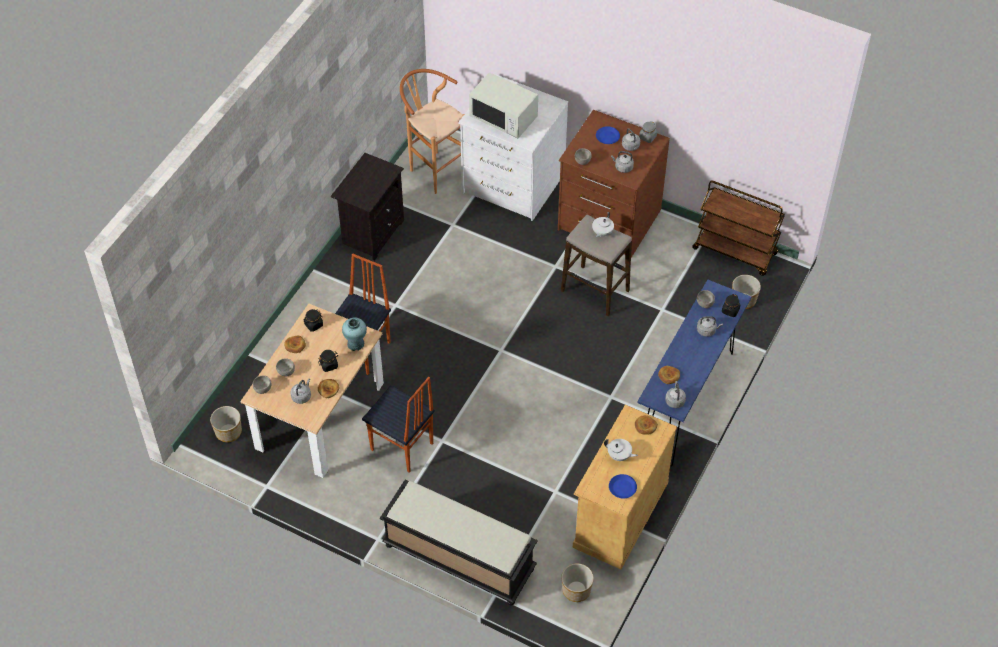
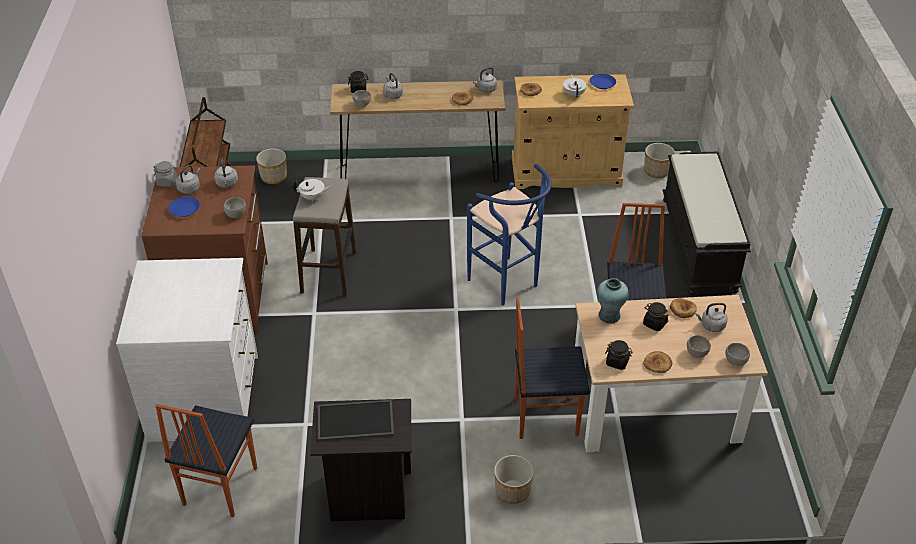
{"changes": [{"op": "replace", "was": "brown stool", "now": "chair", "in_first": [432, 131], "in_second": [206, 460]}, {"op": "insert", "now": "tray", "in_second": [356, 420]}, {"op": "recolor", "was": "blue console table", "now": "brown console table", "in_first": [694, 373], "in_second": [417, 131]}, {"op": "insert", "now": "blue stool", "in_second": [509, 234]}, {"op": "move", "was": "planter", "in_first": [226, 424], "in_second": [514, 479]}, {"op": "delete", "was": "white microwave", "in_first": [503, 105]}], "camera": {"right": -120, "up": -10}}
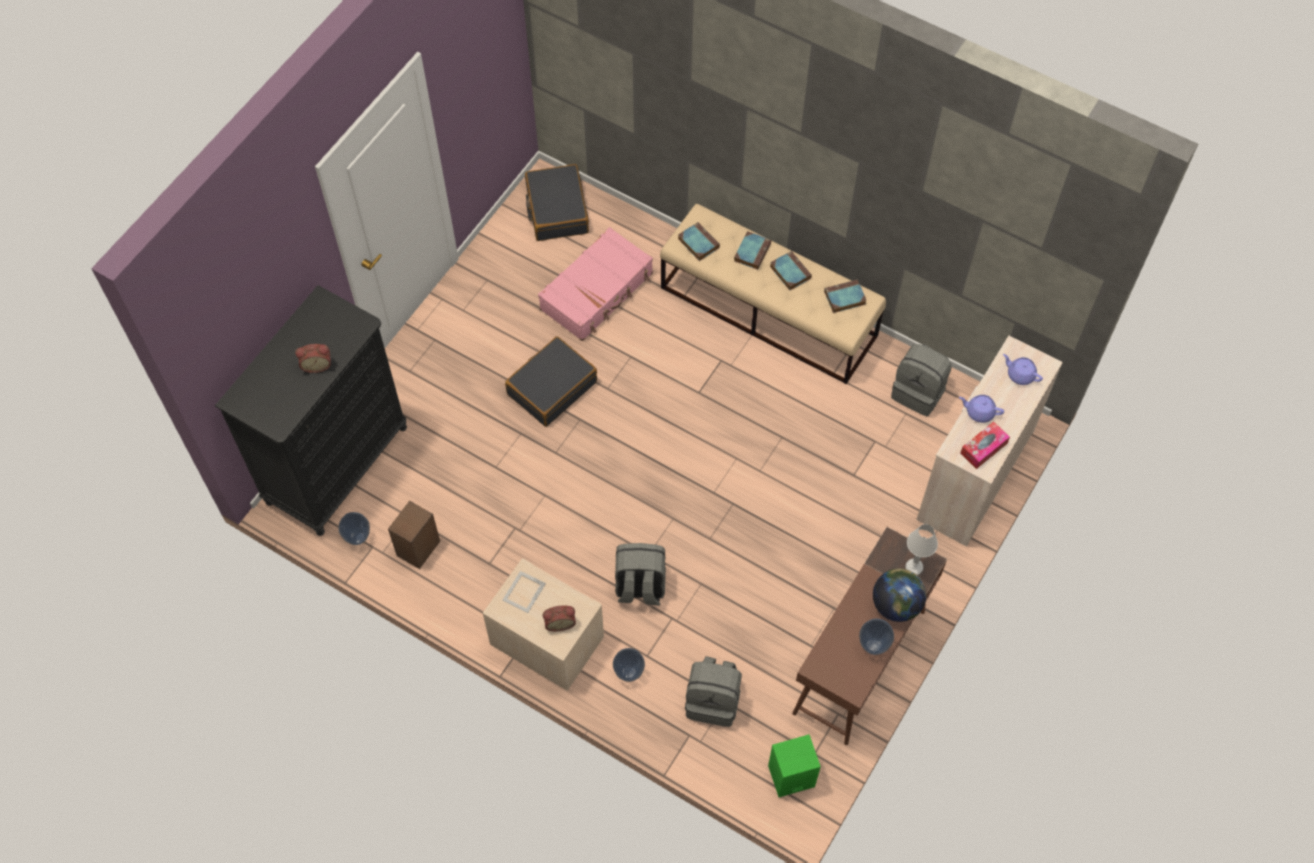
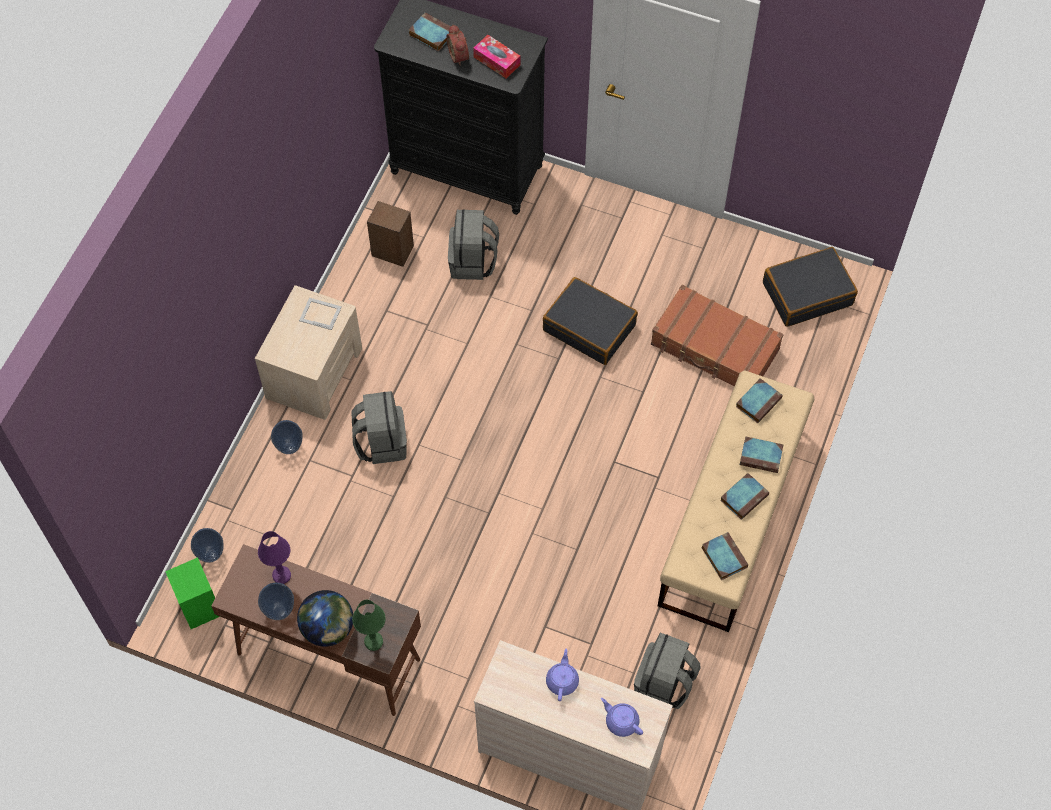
{"changes": [{"op": "move", "was": "vase", "in_first": [354, 528], "in_second": [207, 545]}, {"op": "insert", "now": "purple table lamp", "in_second": [274, 557]}, {"op": "recolor", "was": "white table lamp", "now": "green table lamp", "in_first": [921, 549], "in_second": [369, 625]}, {"op": "insert", "now": "book", "in_second": [430, 32]}, {"op": "move", "was": "grey backpack", "in_first": [713, 691], "in_second": [473, 244]}, {"op": "move", "was": "tissue box", "in_first": [985, 445], "in_second": [496, 56]}, {"op": "rotate", "was": "purple teapot", "in_first": [1023, 369], "in_second": [622, 717], "clockwise": -75}, {"op": "recolor", "was": "pink suitcase", "now": "brown suitcase", "in_first": [595, 284], "in_second": [717, 335]}, {"op": "delete", "was": "alarm clock", "in_first": [559, 618]}], "camera": {"right": 80, "up": 0}}
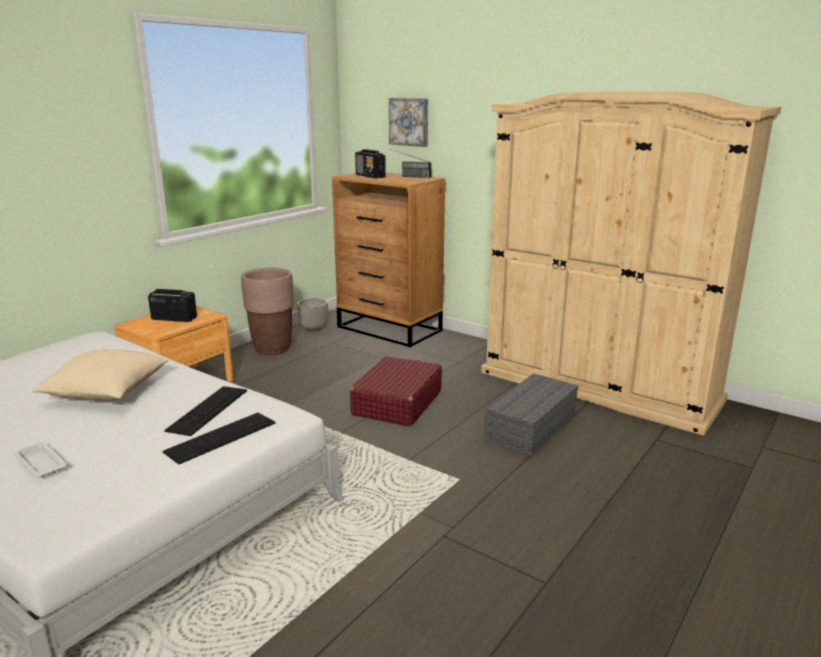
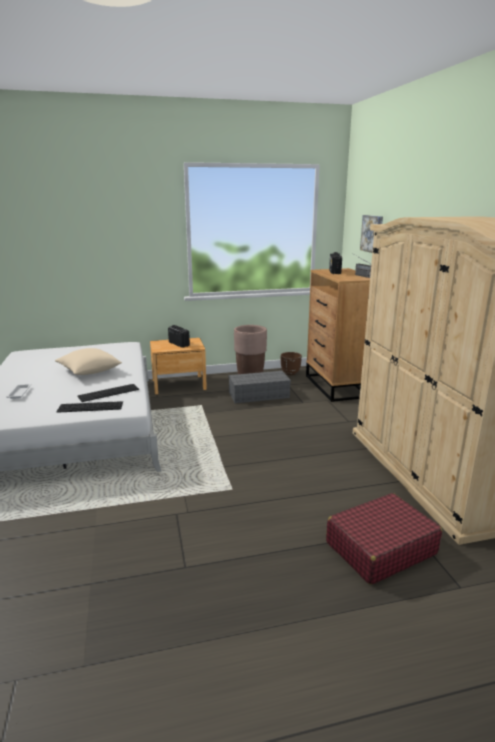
{"changes": [{"op": "move", "was": "grey storage box", "in_first": [532, 415], "in_second": [259, 387]}, {"op": "recolor", "was": "grey planter", "now": "brown planter", "in_first": [312, 314], "in_second": [291, 363]}, {"op": "move", "was": "red suitcase", "in_first": [396, 391], "in_second": [384, 539]}], "camera": {"right": 40, "up": 0}}
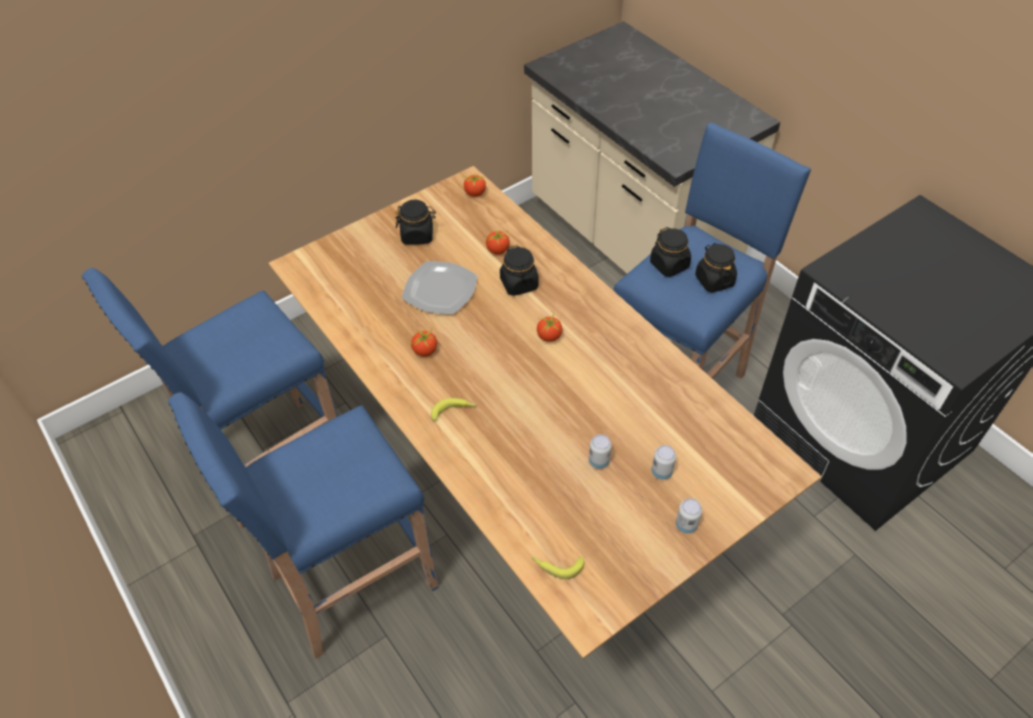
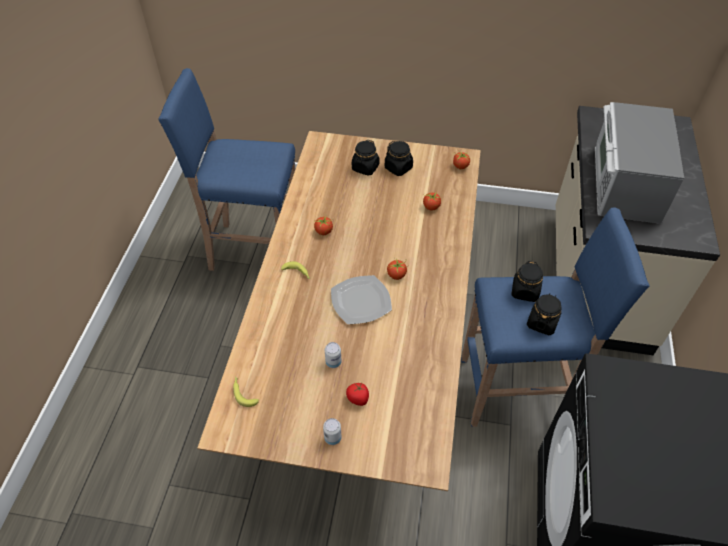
{"changes": [{"op": "move", "was": "plate", "in_first": [440, 287], "in_second": [361, 299]}, {"op": "replace", "was": "can", "now": "tomato", "in_first": [664, 462], "in_second": [357, 394]}, {"op": "move", "was": "black jar", "in_first": [519, 270], "in_second": [365, 158]}, {"op": "insert", "now": "microwave", "in_second": [639, 163]}, {"op": "delete", "was": "blue stool", "in_first": [303, 525]}], "camera": {"right": 45, "up": 0}}
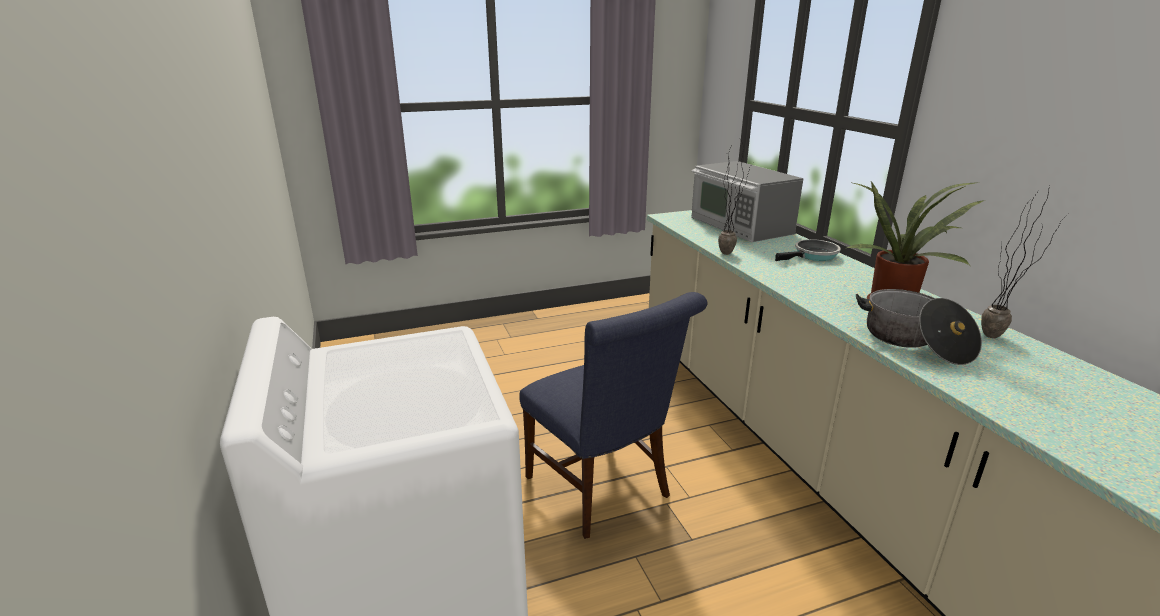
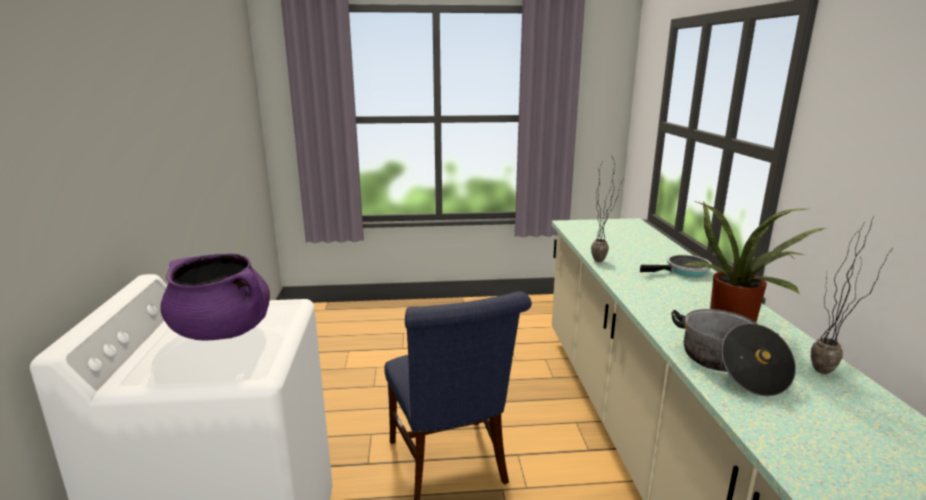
{"changes": [{"op": "insert", "now": "purple cooking pot", "in_second": [215, 297]}, {"op": "delete", "was": "microwave", "in_first": [747, 201]}], "camera": {"right": 15, "up": -5}}
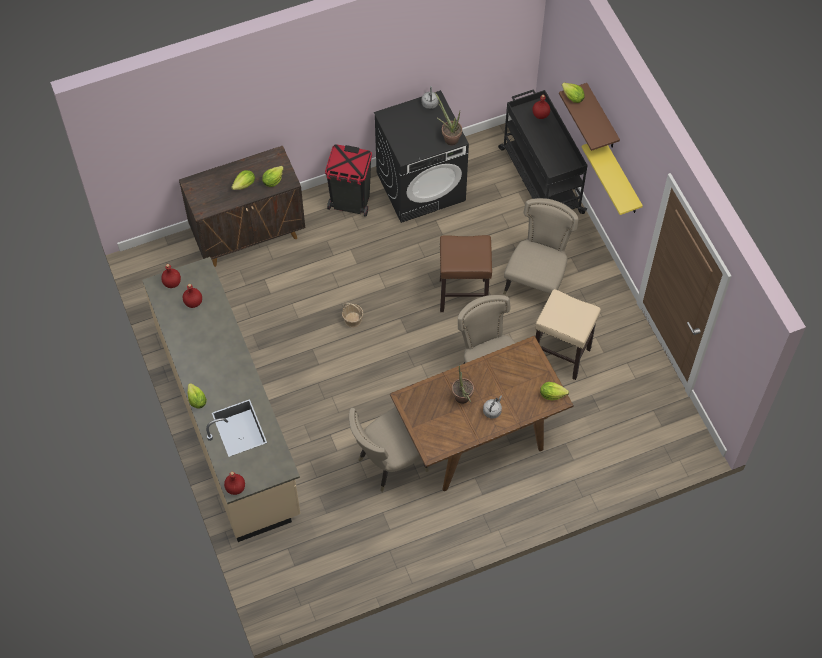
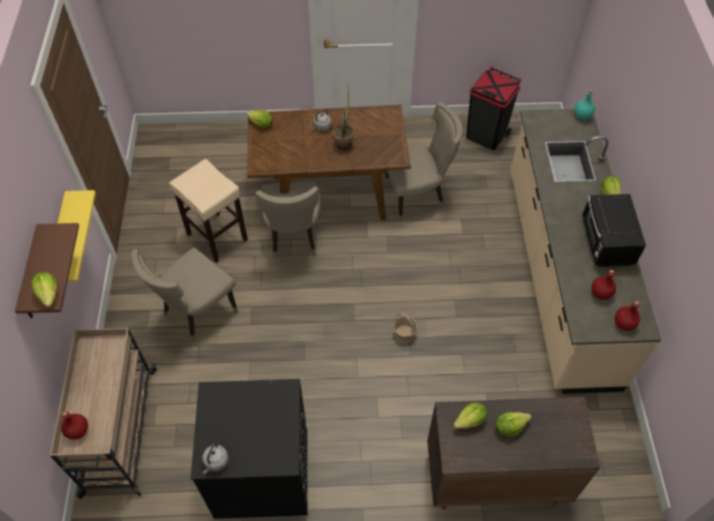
{"changes": [{"op": "recolor", "was": "black cart", "now": "beige cart", "in_first": [543, 151], "in_second": [103, 413]}, {"op": "move", "was": "black trash can", "in_first": [348, 180], "in_second": [493, 108]}, {"op": "recolor", "was": "red bottle", "now": "turquoise bottle", "in_first": [234, 483], "in_second": [584, 105]}, {"op": "insert", "now": "black microwave", "in_second": [614, 230]}, {"op": "delete", "was": "potted plant", "in_first": [448, 119]}, {"op": "delete", "was": "brown stool", "in_first": [466, 273]}], "camera": {"right": -160, "up": -5}}
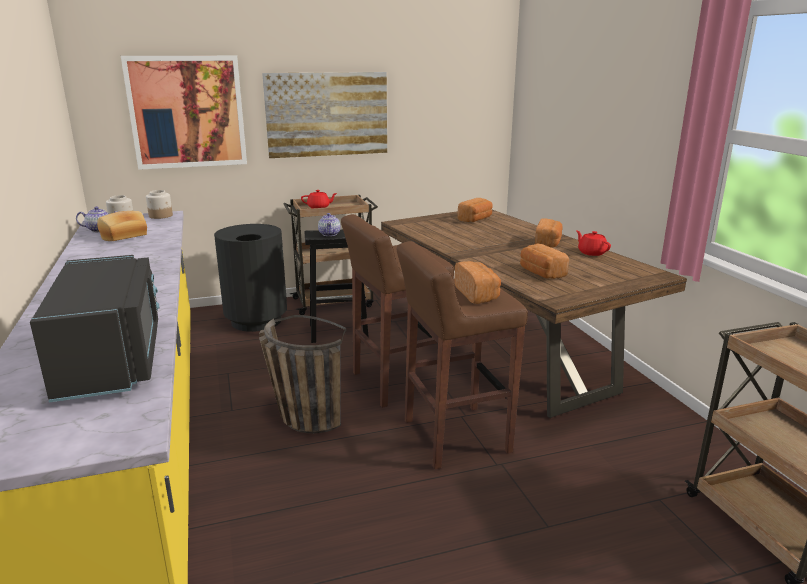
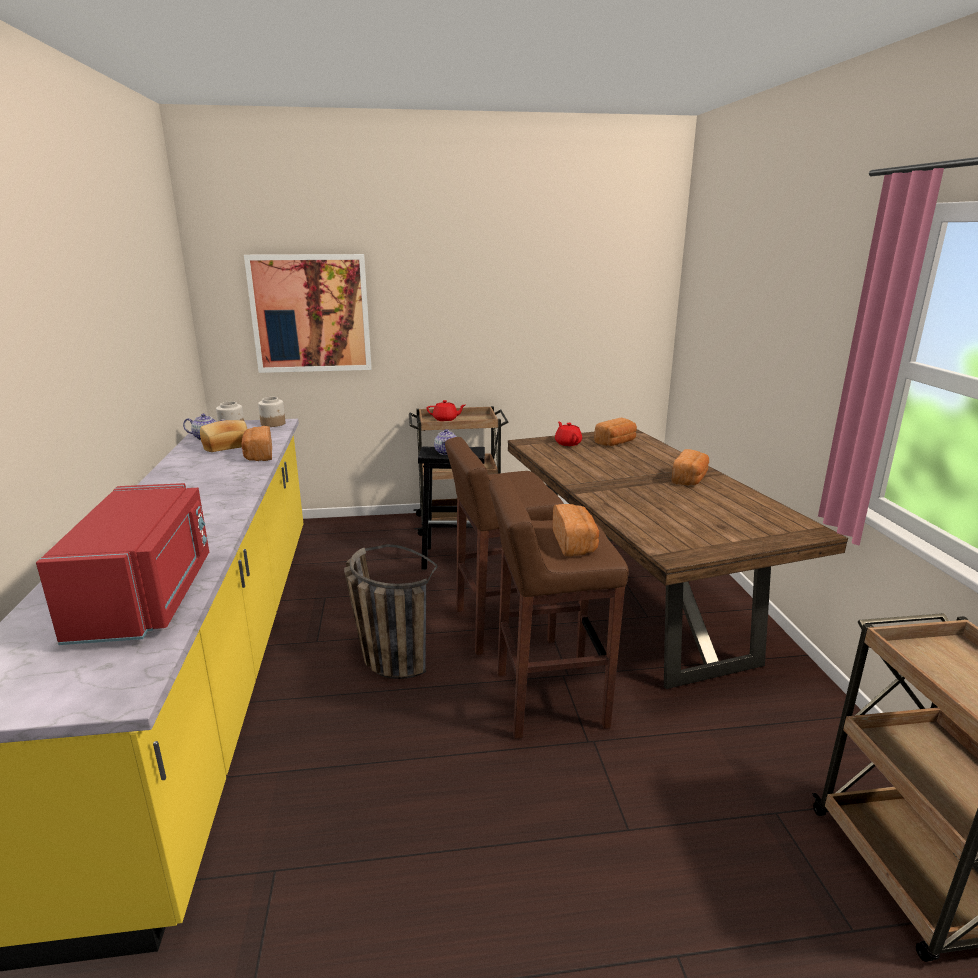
{"changes": [{"op": "recolor", "was": "black microwave", "now": "red microwave", "in_first": [94, 328], "in_second": [122, 564]}, {"op": "move", "was": "bread", "in_first": [544, 261], "in_second": [257, 443]}, {"op": "move", "was": "red teapot", "in_first": [593, 243], "in_second": [568, 434]}, {"op": "delete", "was": "black trash can", "in_first": [250, 278]}, {"op": "delete", "was": "picture", "in_first": [324, 115]}], "camera": {"right": 10, "up": 0}}
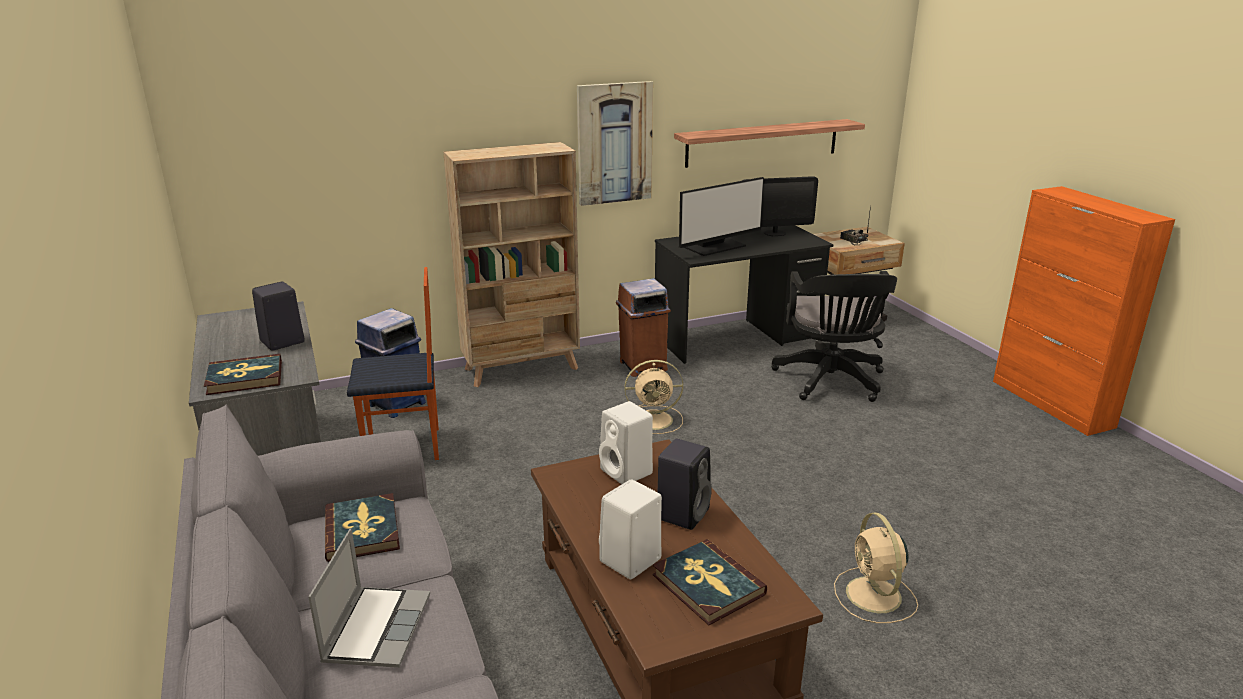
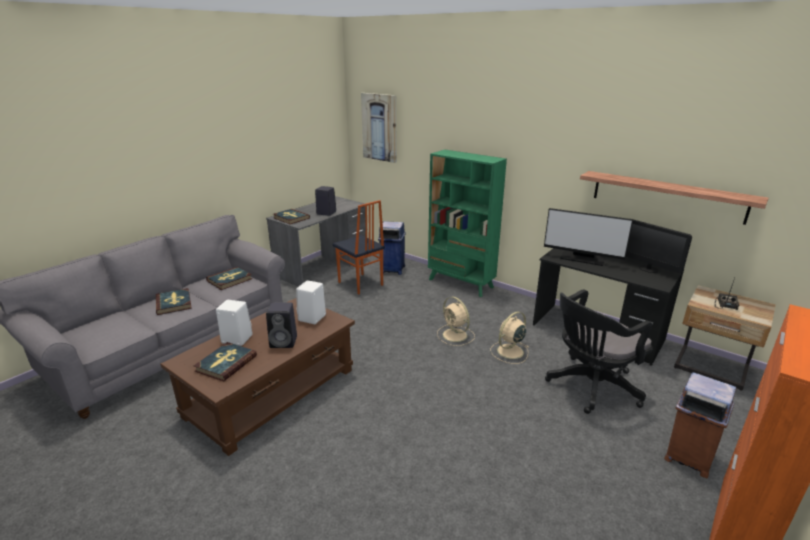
{"changes": [{"op": "replace", "was": "laptop", "now": "book", "in_first": [369, 598], "in_second": [174, 301]}, {"op": "move", "was": "picture", "in_first": [615, 143], "in_second": [379, 128]}, {"op": "recolor", "was": "beige bookcase", "now": "green bookcase", "in_first": [511, 264], "in_second": [467, 223]}, {"op": "move", "was": "beige fan", "in_first": [876, 568], "in_second": [509, 337]}, {"op": "move", "was": "brown trash can", "in_first": [643, 327], "in_second": [700, 425]}], "camera": {"right": 60, "up": 0}}
